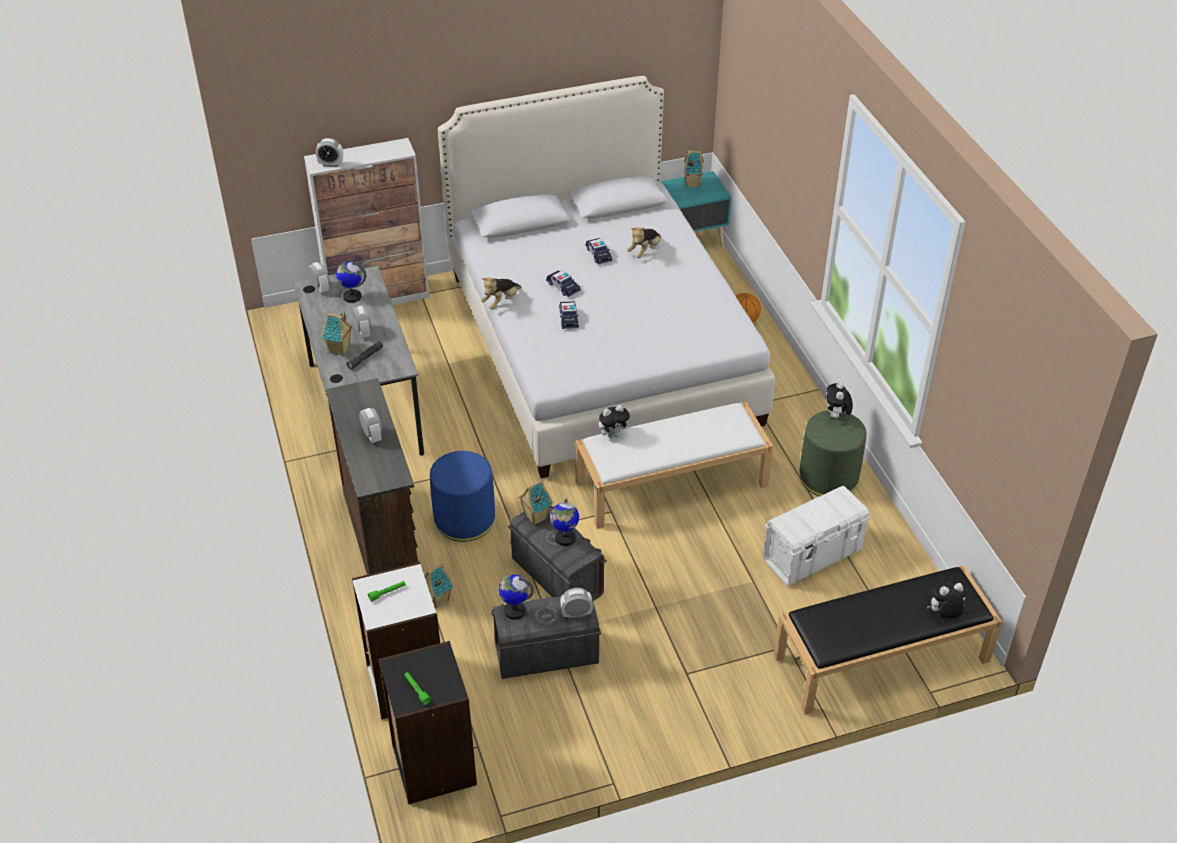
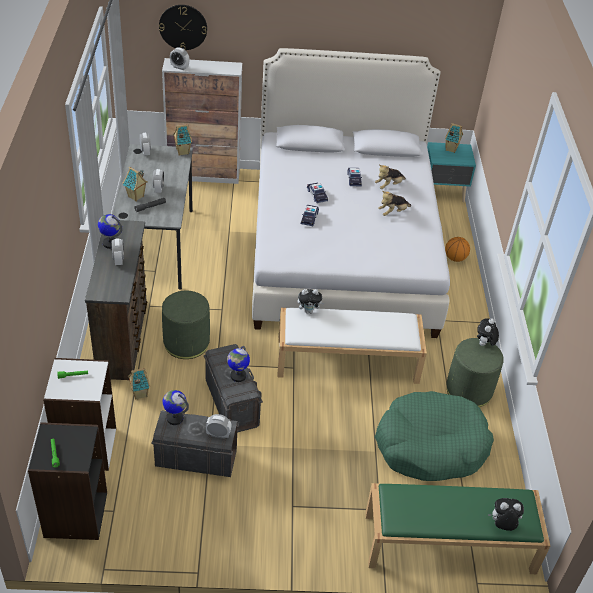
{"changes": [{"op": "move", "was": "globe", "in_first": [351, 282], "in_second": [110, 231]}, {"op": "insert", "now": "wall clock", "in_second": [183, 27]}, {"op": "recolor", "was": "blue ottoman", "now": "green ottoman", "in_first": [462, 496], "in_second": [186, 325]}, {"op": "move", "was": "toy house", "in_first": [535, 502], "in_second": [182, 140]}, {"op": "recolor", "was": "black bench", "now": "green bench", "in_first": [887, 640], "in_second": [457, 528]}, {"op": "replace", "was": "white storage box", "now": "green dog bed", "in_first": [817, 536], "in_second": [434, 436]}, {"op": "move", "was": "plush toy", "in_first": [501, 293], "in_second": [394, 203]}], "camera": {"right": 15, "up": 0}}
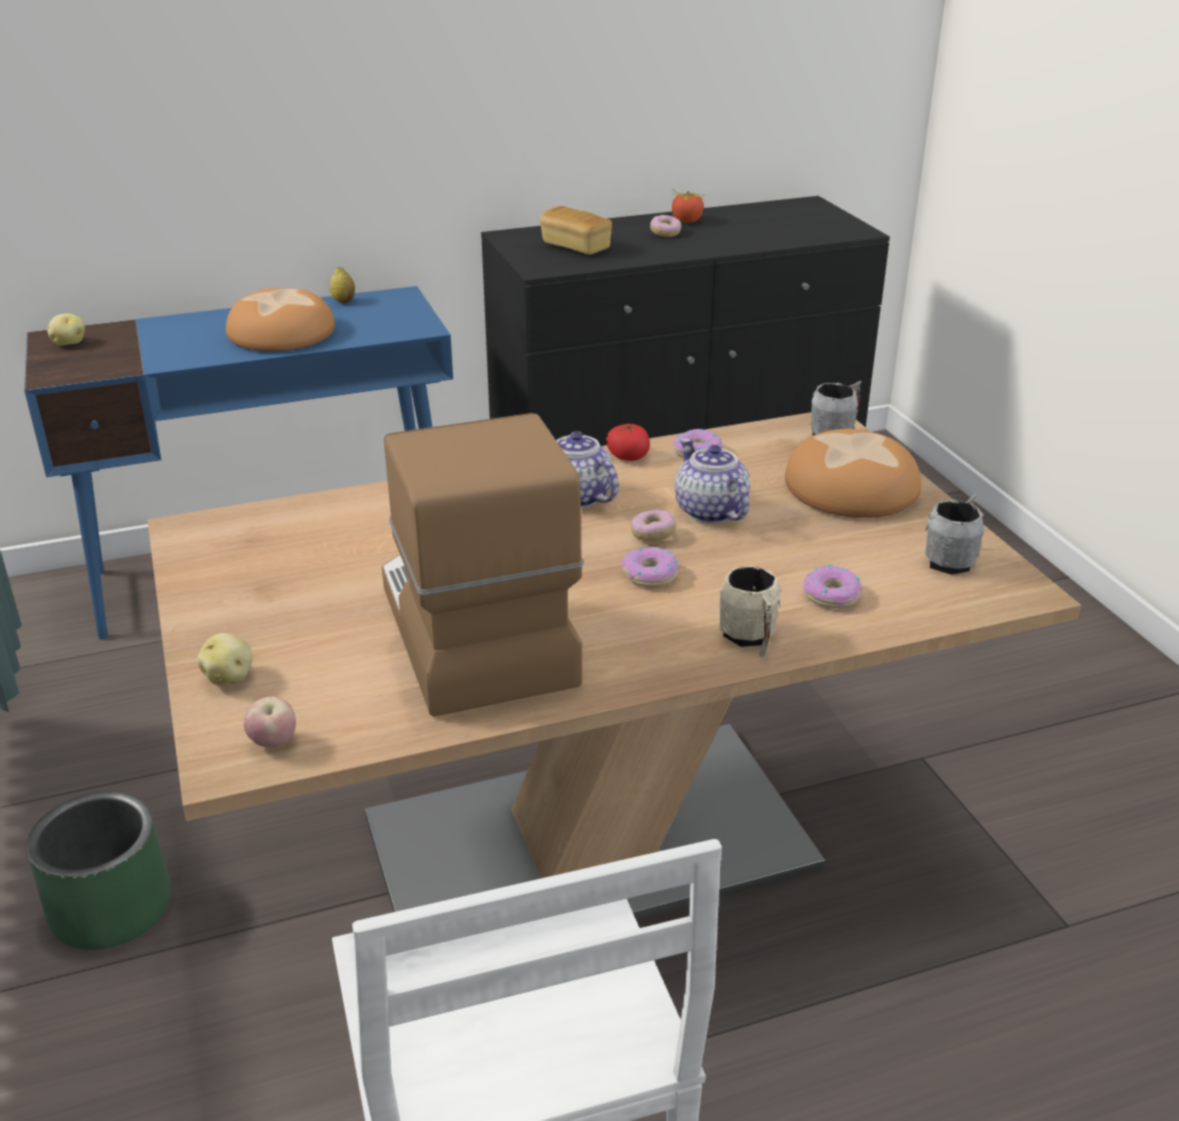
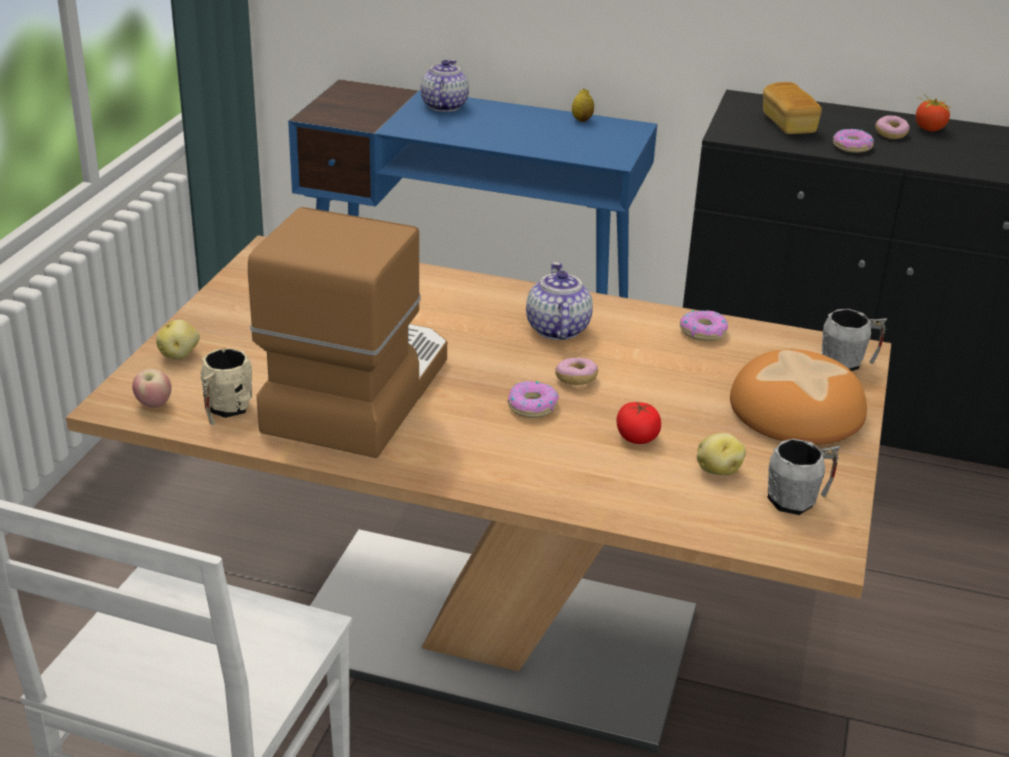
{"changes": [{"op": "move", "was": "beige mug", "in_first": [750, 611], "in_second": [226, 386]}, {"op": "move", "was": "teapot", "in_first": [712, 481], "in_second": [445, 86]}, {"op": "move", "was": "tomato", "in_first": [628, 442], "in_second": [639, 422]}, {"op": "move", "was": "potato", "in_first": [66, 329], "in_second": [721, 454]}, {"op": "move", "was": "donut", "in_first": [832, 586], "in_second": [853, 140]}, {"op": "delete", "was": "green planter", "in_first": [98, 870]}, {"op": "delete", "was": "bread", "in_first": [280, 319]}], "camera": {"right": 35, "up": 0}}
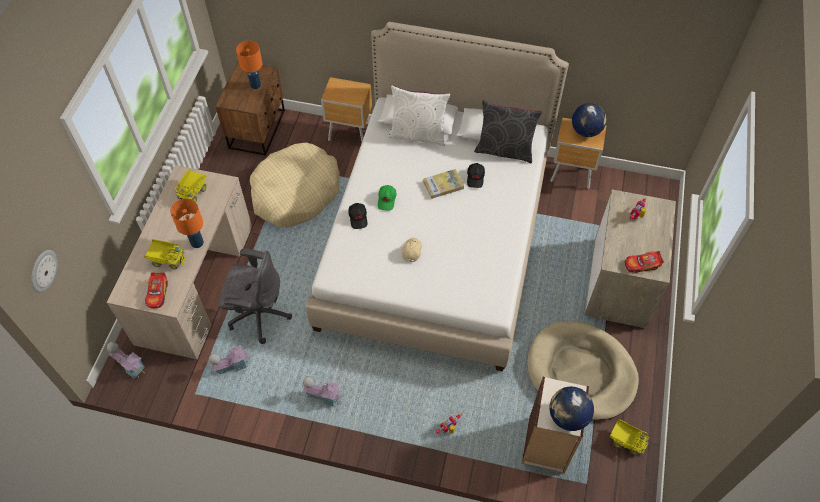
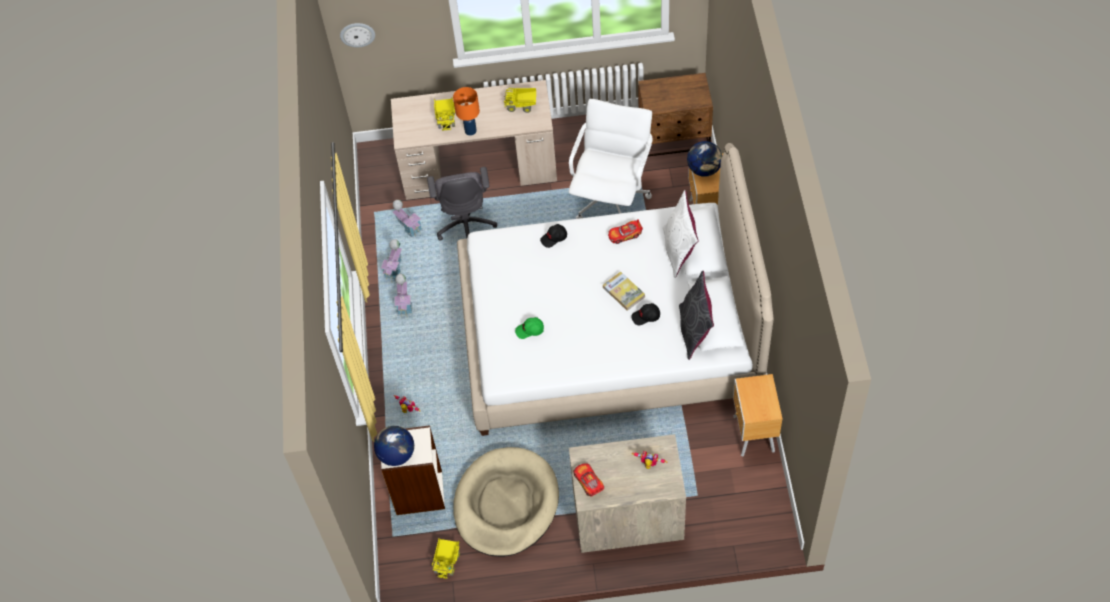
{"changes": [{"op": "move", "was": "toy house", "in_first": [126, 360], "in_second": [391, 260]}, {"op": "move", "was": "green cap", "in_first": [387, 198], "in_second": [529, 328]}, {"op": "replace", "was": "beige dog bed", "now": "white office chair", "in_first": [295, 185], "in_second": [611, 159]}, {"op": "move", "was": "toy car", "in_first": [156, 290], "in_second": [625, 231]}, {"op": "move", "was": "globe", "in_first": [589, 120], "in_second": [704, 159]}, {"op": "delete", "was": "orange table lamp", "in_first": [249, 64]}, {"op": "delete", "was": "beige cap", "in_first": [412, 250]}], "camera": {"right": 75, "up": 0}}
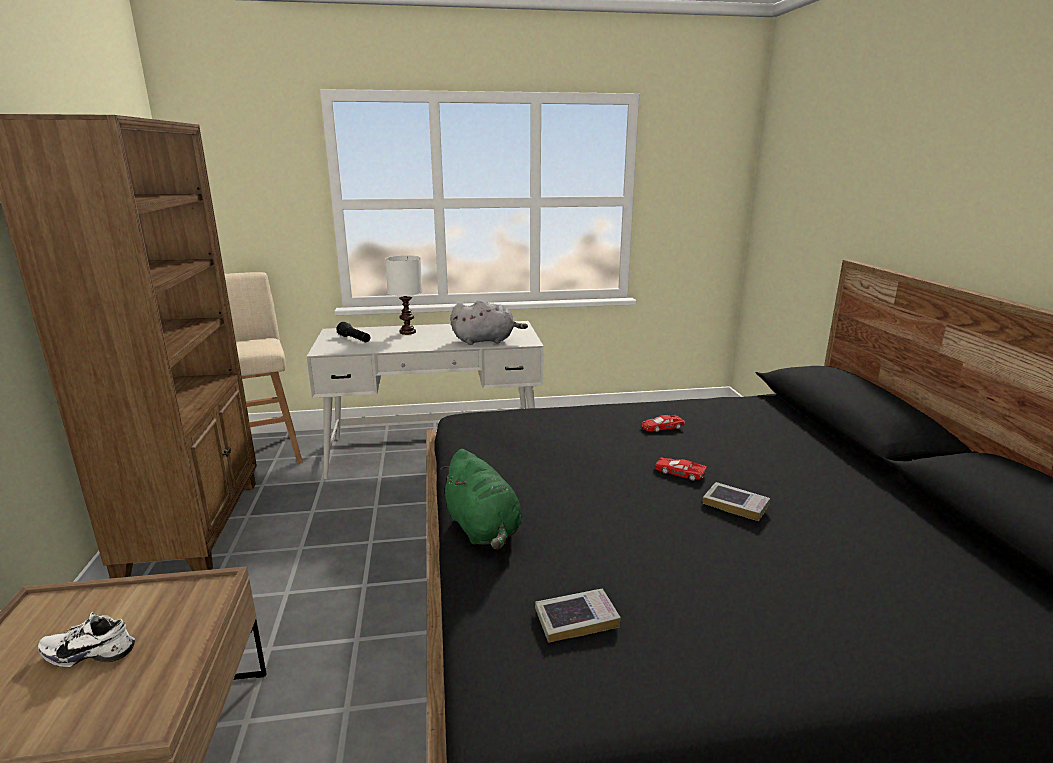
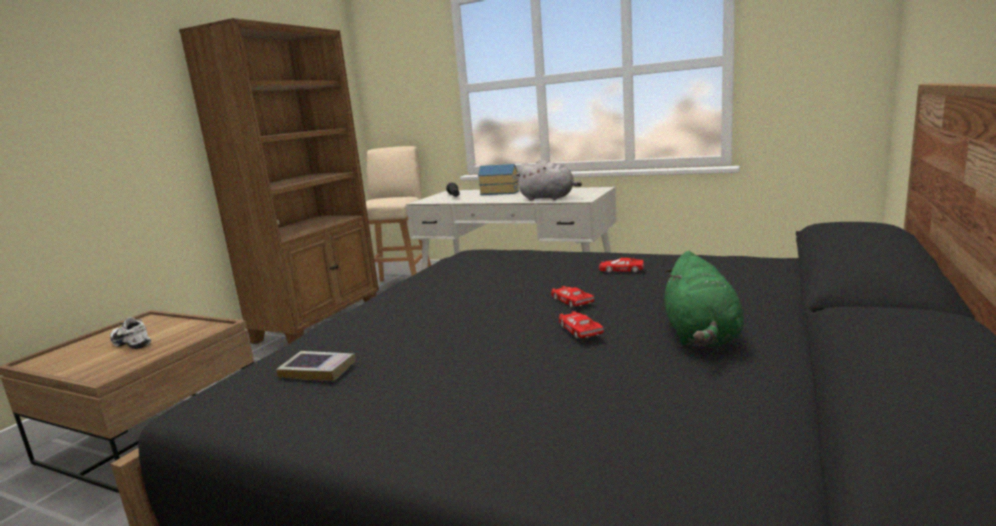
{"changes": [{"op": "replace", "was": "white table lamp", "now": "toy house", "in_first": [404, 295], "in_second": [498, 179]}, {"op": "replace", "was": "book", "now": "red toy car", "in_first": [736, 501], "in_second": [581, 325]}, {"op": "move", "was": "green plush toy", "in_first": [481, 499], "in_second": [704, 299]}], "camera": {"right": 35, "up": -5}}
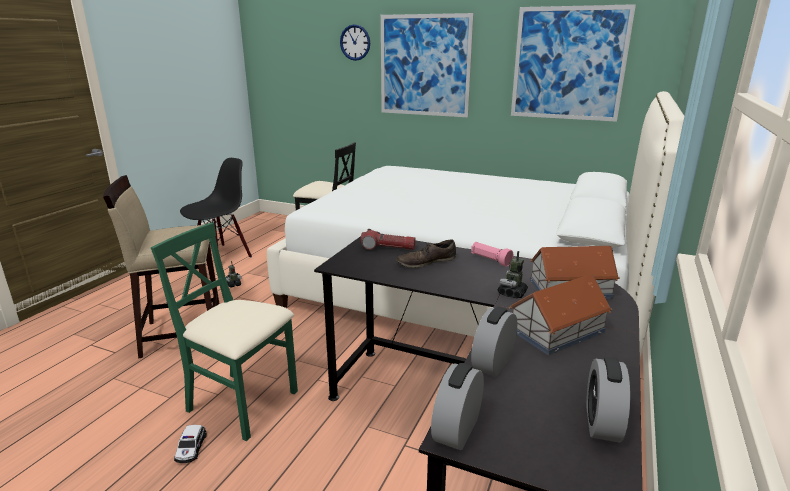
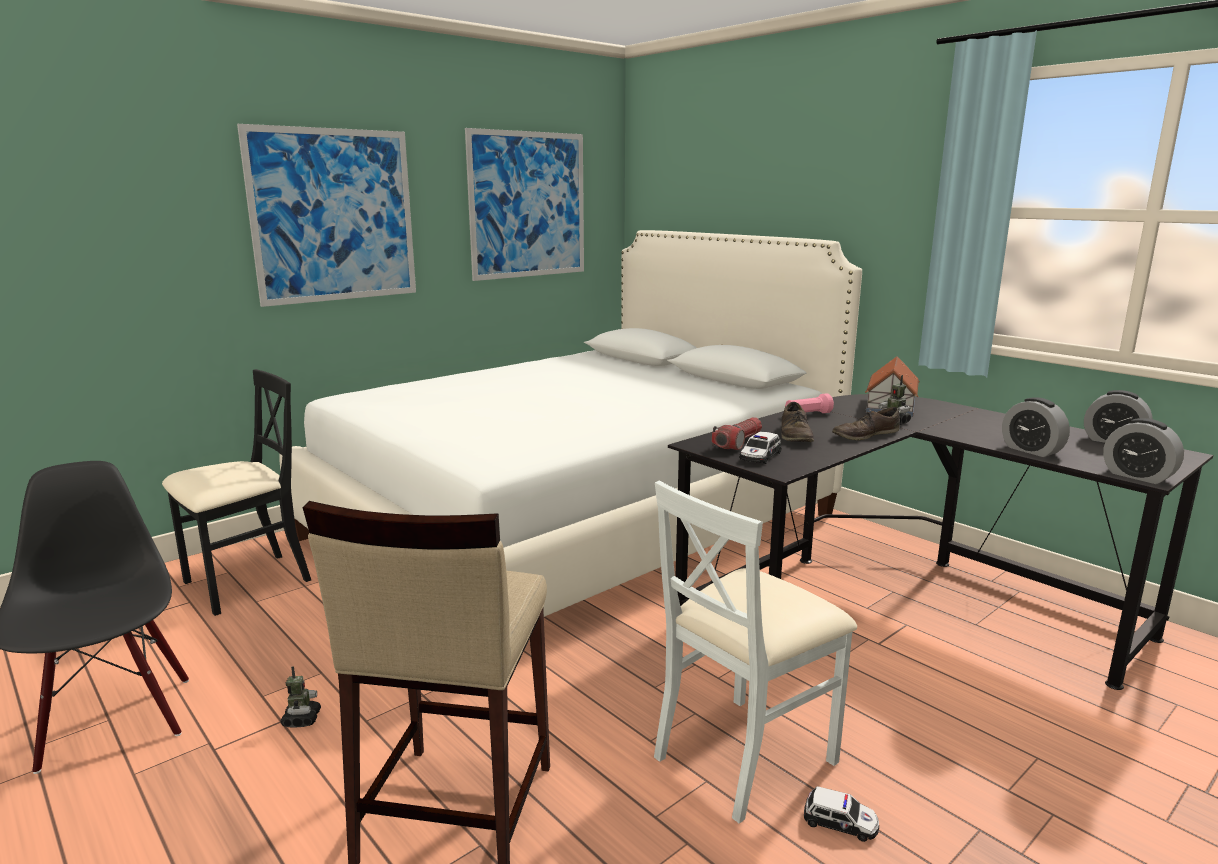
{"changes": [{"op": "recolor", "was": "green chair", "now": "white chair", "in_first": [224, 331], "in_second": [755, 652]}, {"op": "insert", "now": "toy car", "in_second": [760, 447]}, {"op": "insert", "now": "brown shoe", "in_second": [866, 423]}, {"op": "delete", "was": "wall clock", "in_first": [355, 42]}, {"op": "delete", "was": "toy house", "in_first": [560, 314]}], "camera": {"right": -65, "up": -5}}
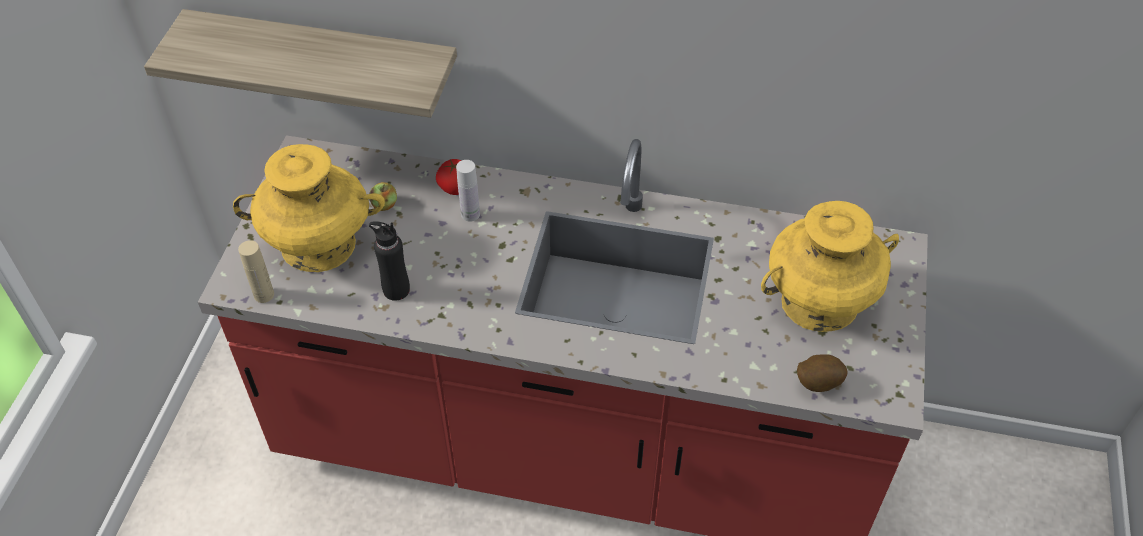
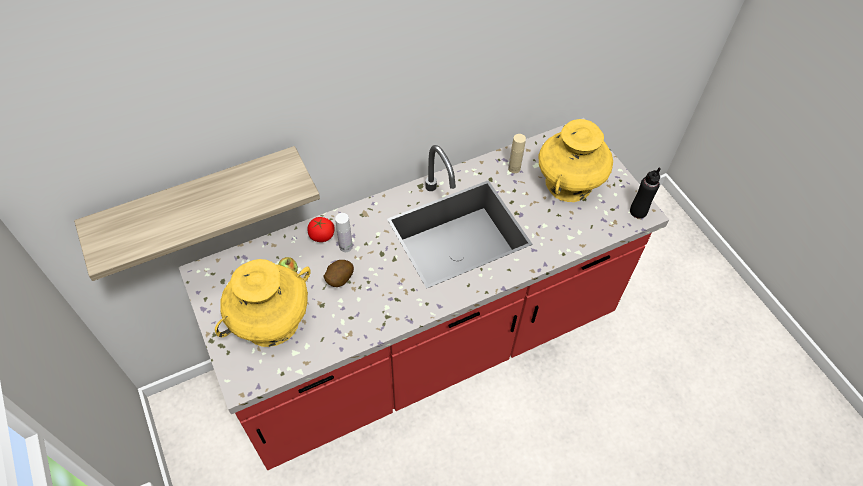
{"changes": [{"op": "move", "was": "potato", "in_first": [822, 373], "in_second": [339, 273]}, {"op": "move", "was": "beige bottle", "in_first": [256, 271], "in_second": [517, 153]}, {"op": "move", "was": "black bottle", "in_first": [389, 261], "in_second": [645, 193]}], "camera": {"right": -40, "up": 5}}
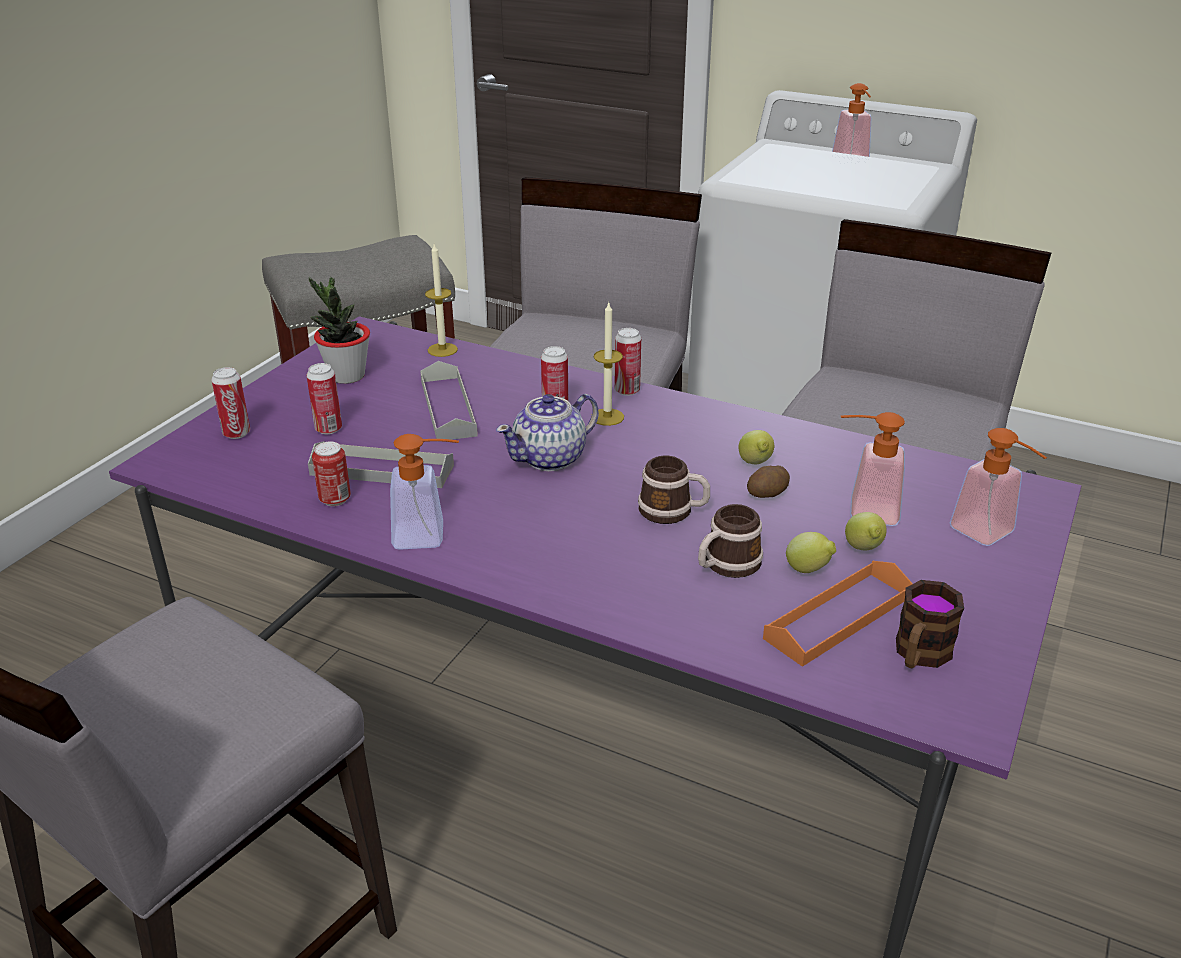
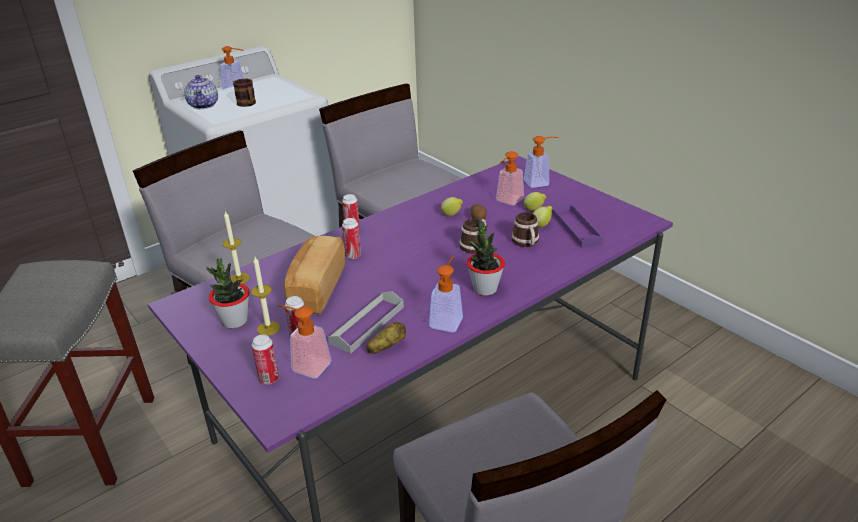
{"changes": [{"op": "move", "was": "teapot", "in_first": [547, 432], "in_second": [201, 92]}, {"op": "move", "was": "mug", "in_first": [930, 624], "in_second": [244, 93]}, {"op": "move", "was": "candle", "in_first": [607, 363], "in_second": [265, 296]}, {"op": "insert", "now": "soap dispenser", "in_second": [304, 342]}, {"op": "replace", "was": "grey tray", "now": "bread", "in_first": [449, 400], "in_second": [314, 275]}, {"op": "replace", "was": "can", "now": "potato", "in_first": [331, 474], "in_second": [386, 338]}, {"op": "insert", "now": "potted plant", "in_second": [486, 257]}, {"op": "recolor", "was": "orange tray", "now": "purple tray", "in_first": [838, 614], "in_second": [577, 224]}], "camera": {"right": -65, "up": 0}}
